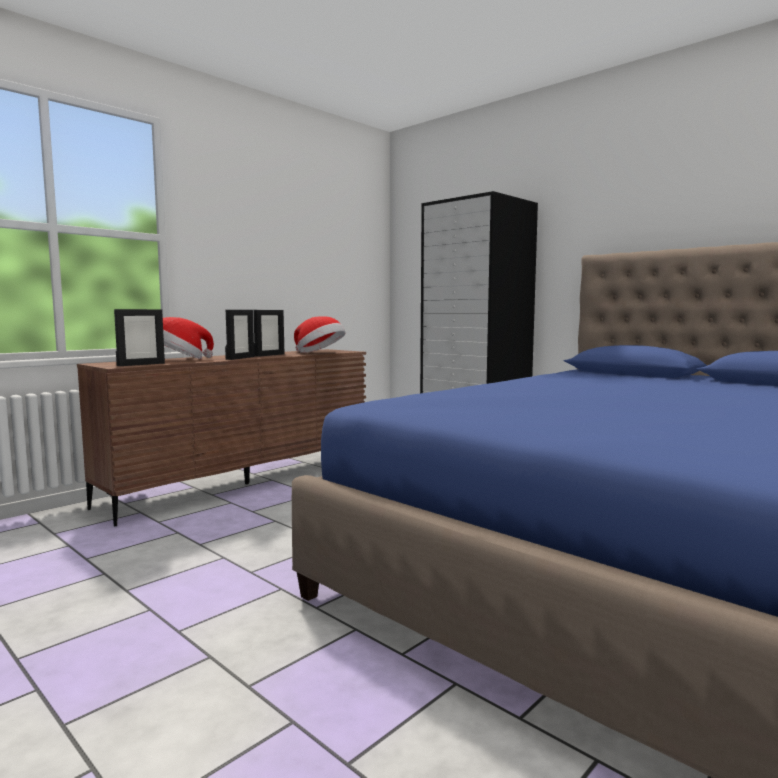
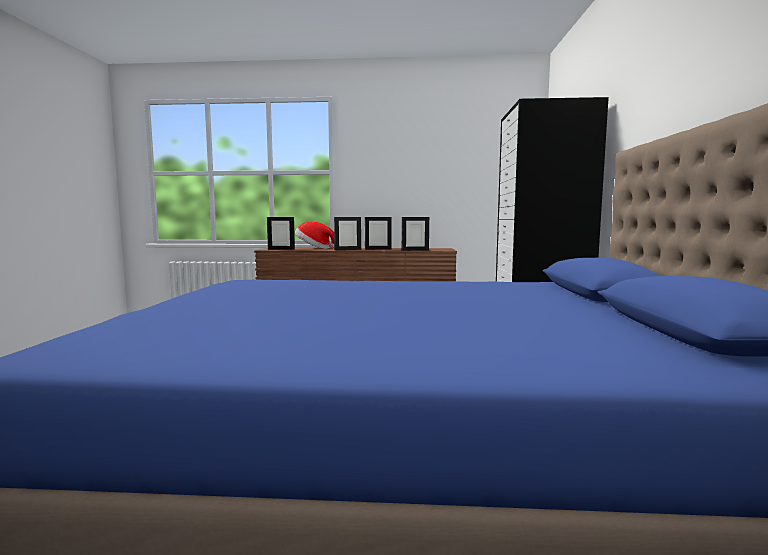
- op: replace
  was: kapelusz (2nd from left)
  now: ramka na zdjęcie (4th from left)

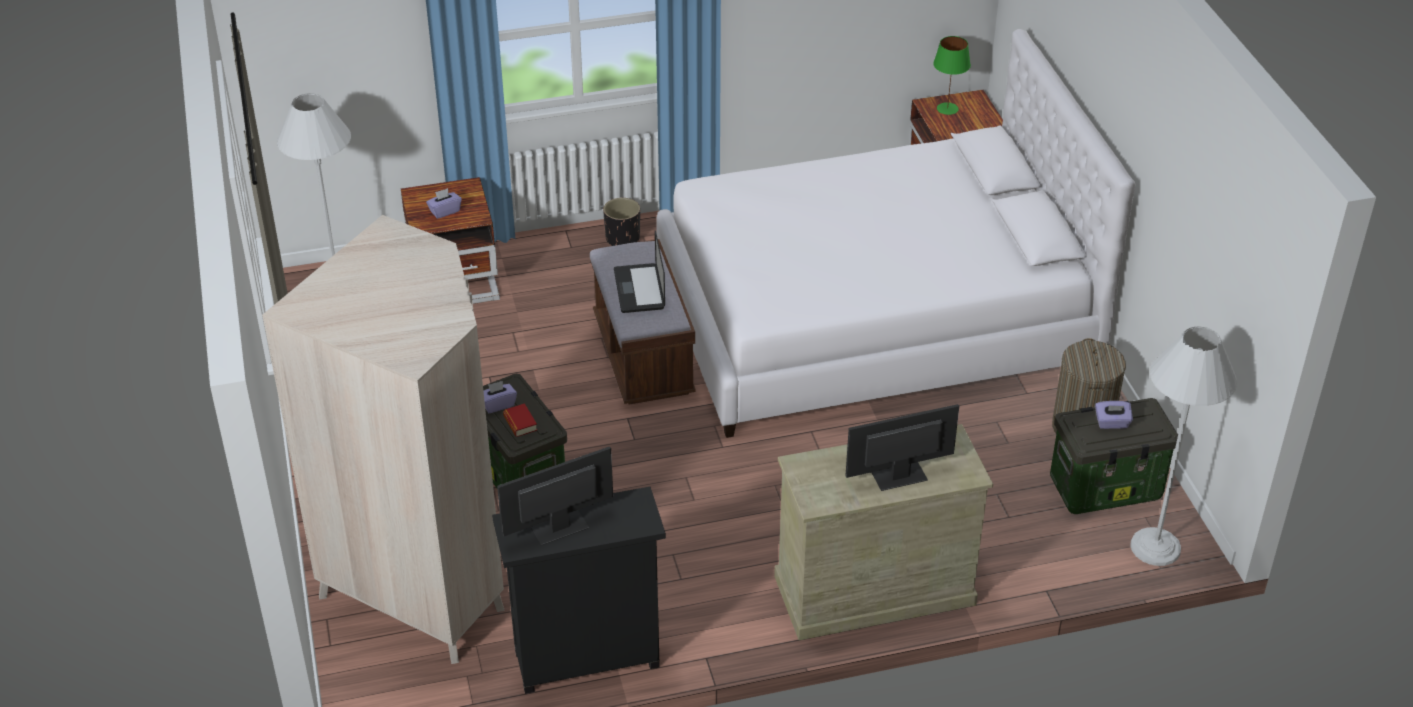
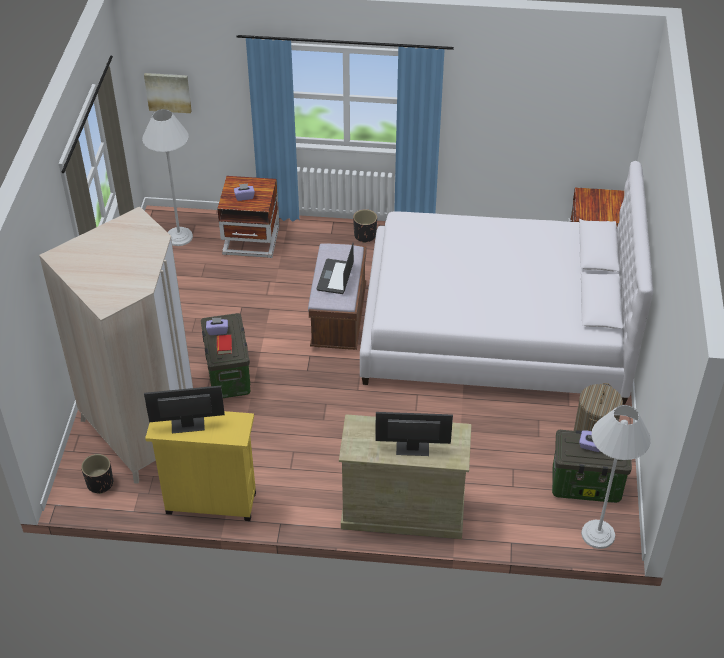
- op: delete
  was: lampa stołowa (zielony)
- op: insert
  now: donica (czarny) (1st from left)
- op: insert
  now: obraz
- op: recolor
  was: szafka (czarny)
  now: szafka (żółty)

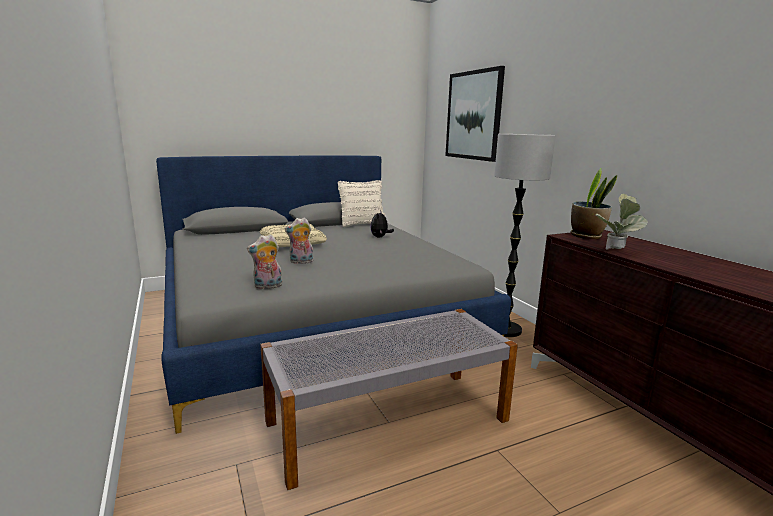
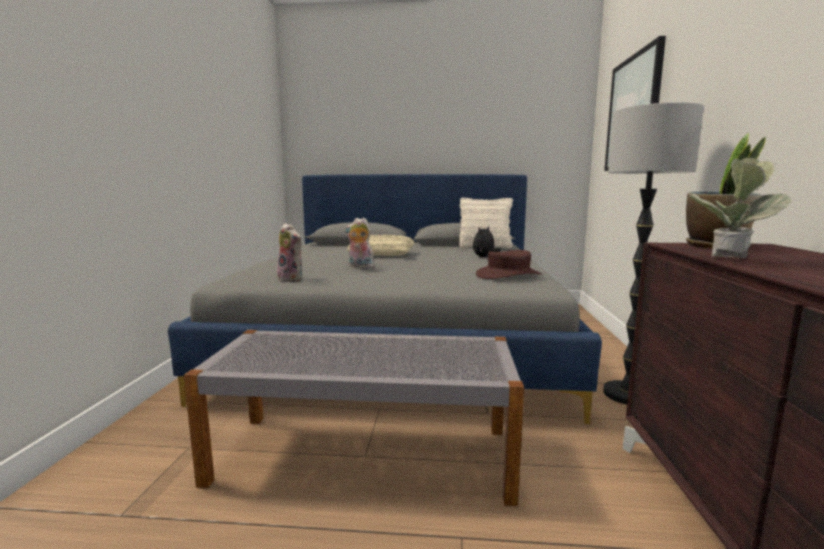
- op: insert
  now: kapelusz (brązowy)
- op: rotate
  was: pluszak (1st from left)
  clockwise: -150

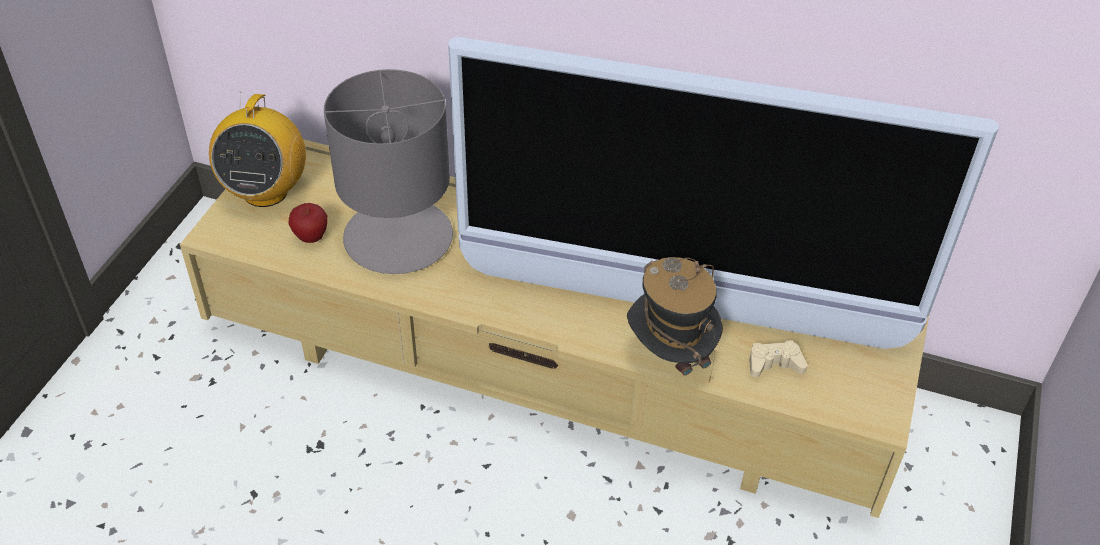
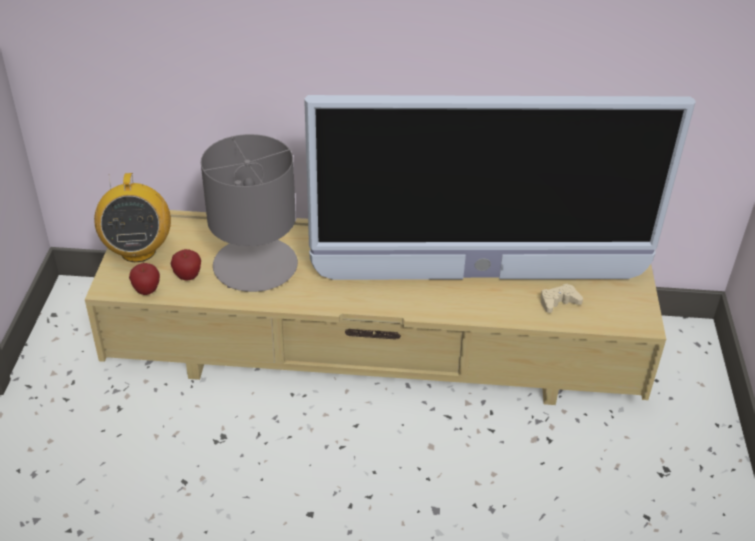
- op: delete
  was: kapelusz
- op: insert
  now: jabłko (1st from left)

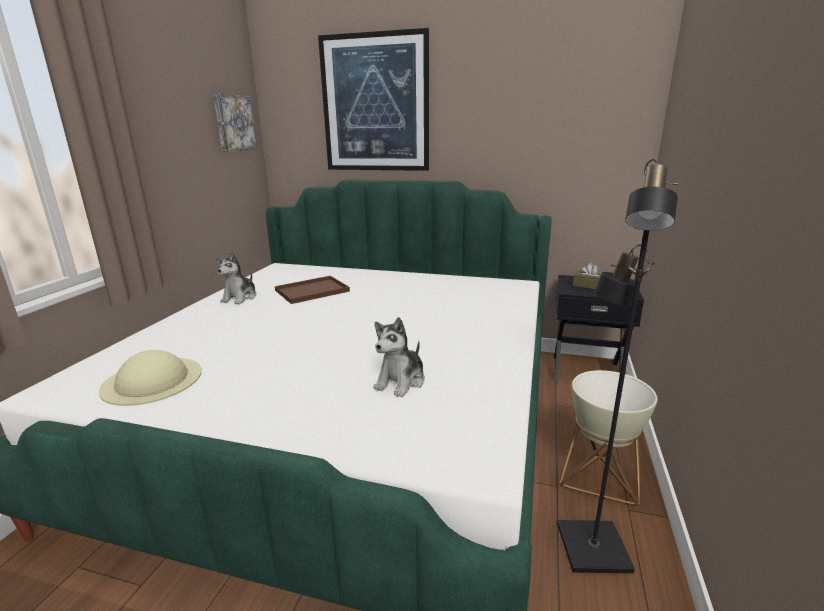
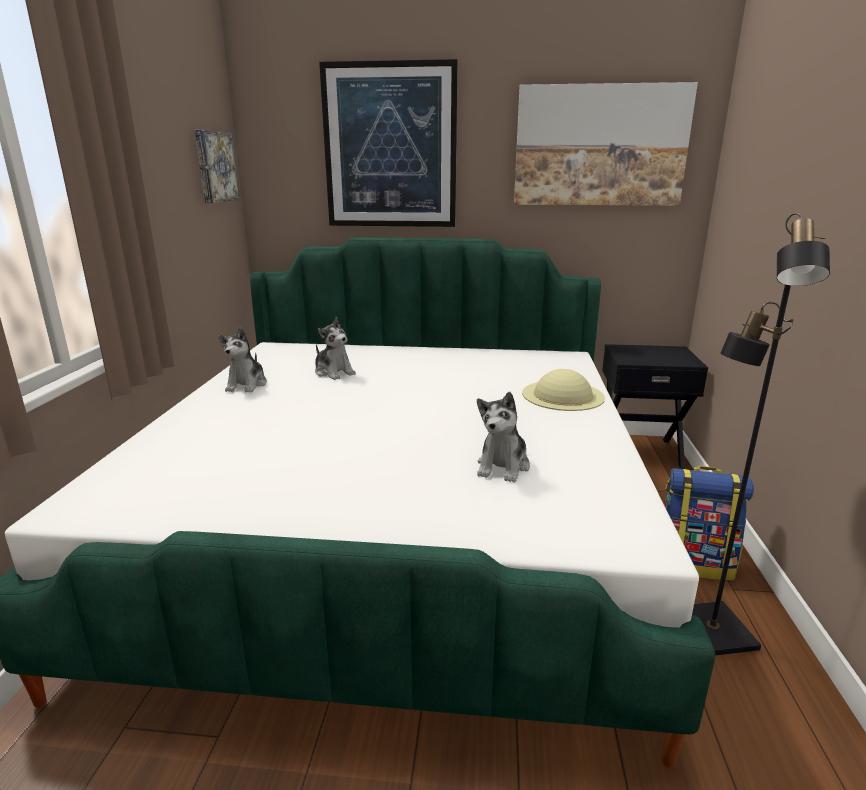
- op: delete
  was: pudełko chusteczek (brązowy)
- op: insert
  now: obraz (3rd from left)
- op: move
  was: kapelusz (beżowy)
- op: replace
  was: taca (brązowy)
  now: pluszak (2nd from left)
- op: replace
  was: donica
  now: plecak

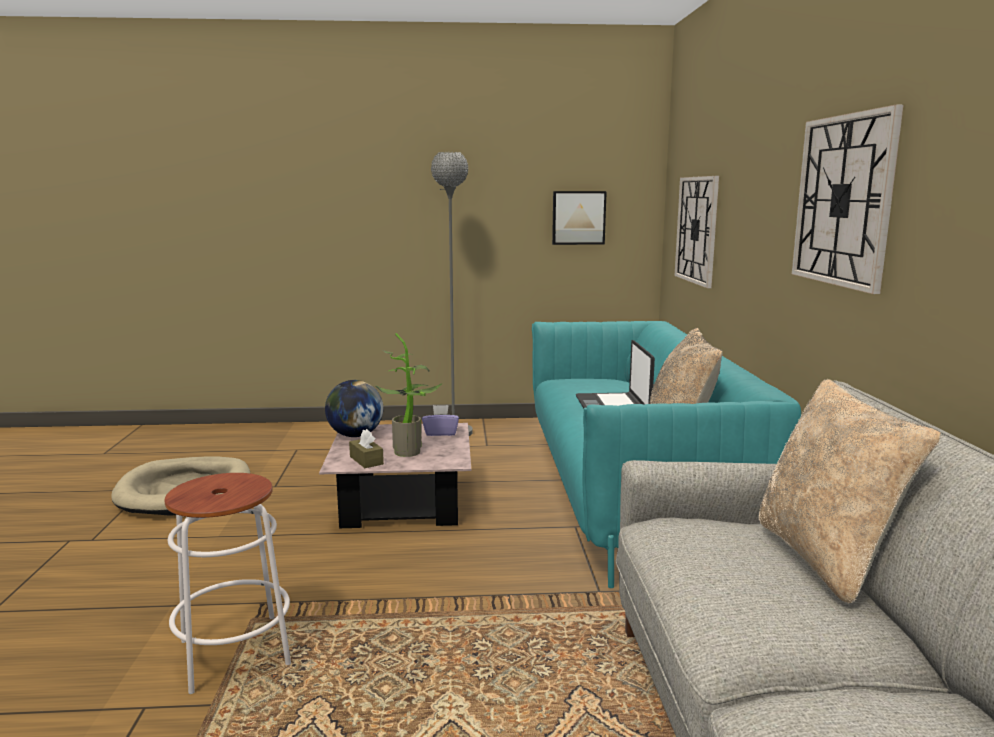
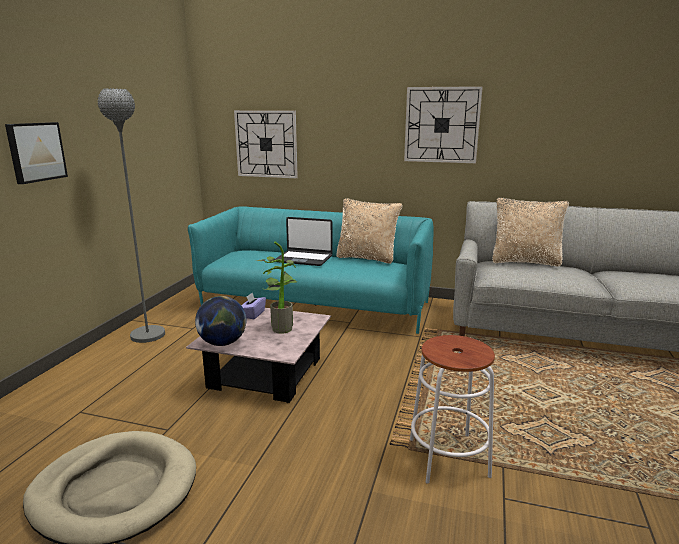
- op: delete
  was: pudełko chusteczek (brązowy)
- op: move
  was: obraz

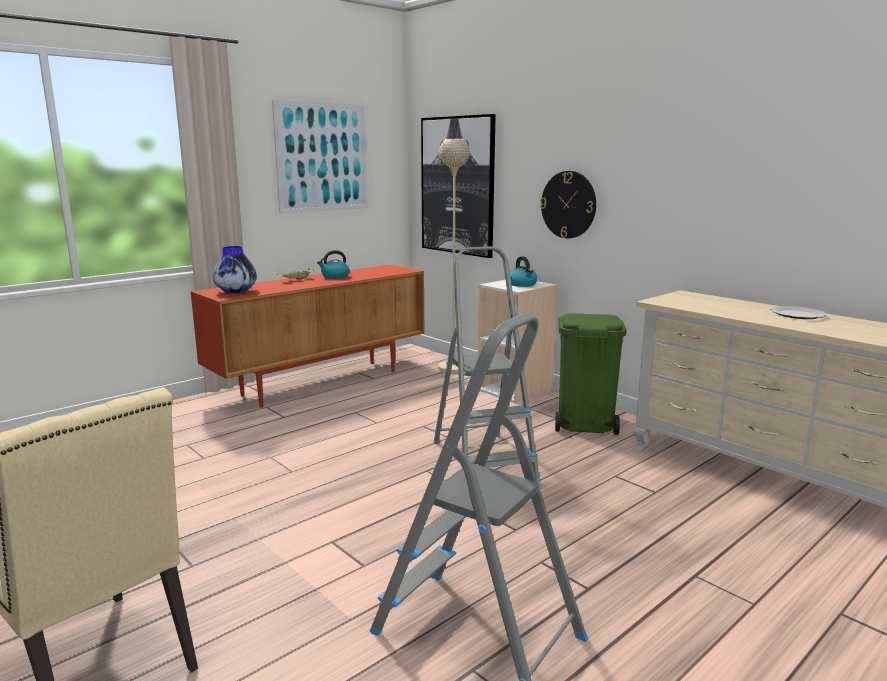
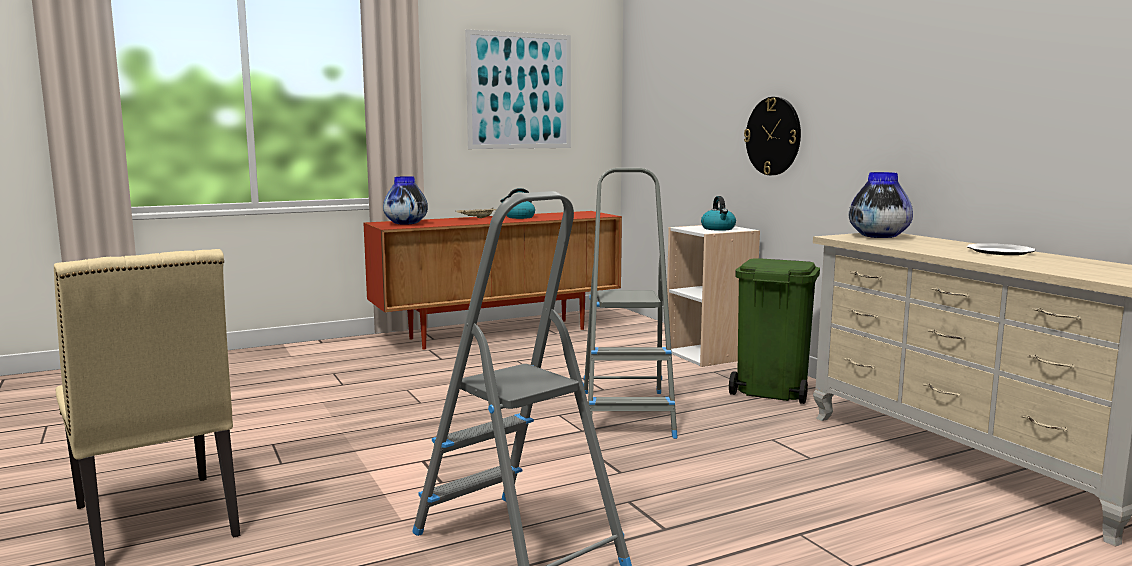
- op: delete
  was: obraz (2nd from left)
- op: delete
  was: lampa stojąca (beżowy)
- op: insert
  now: wazon (2nd from left)

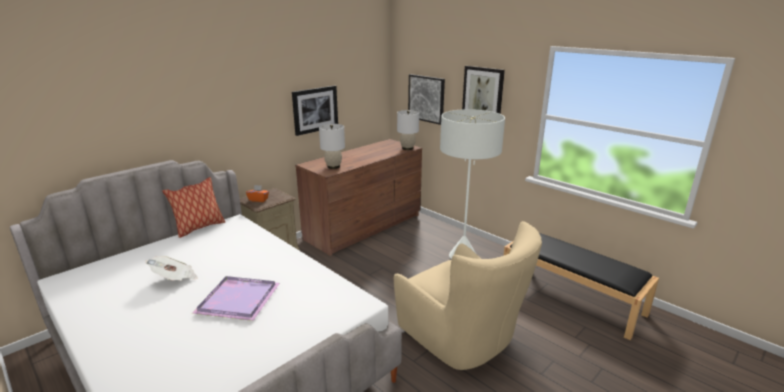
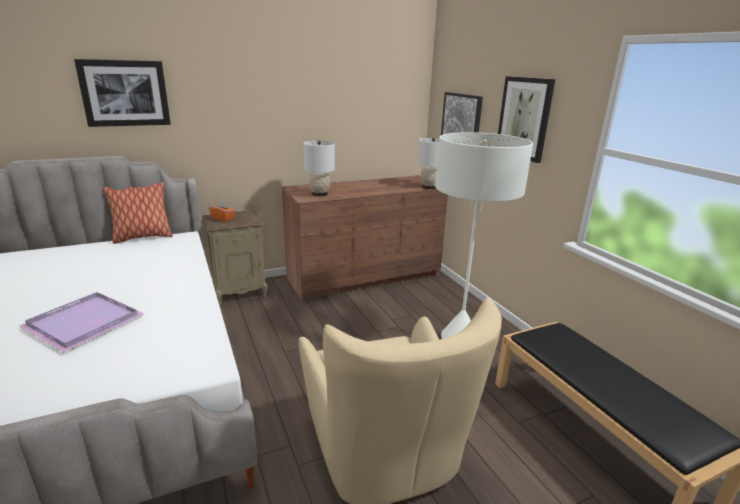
- op: delete
  was: gazeta
- op: move
  was: obraz (1st from left)

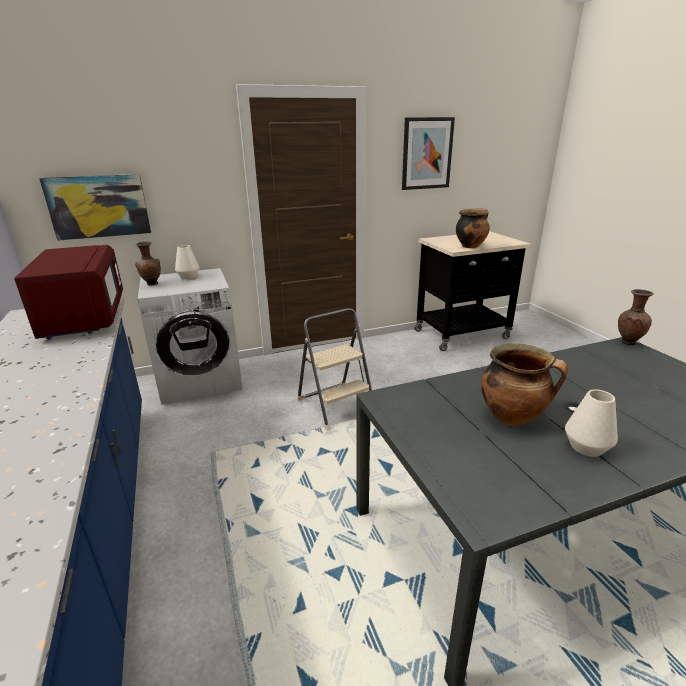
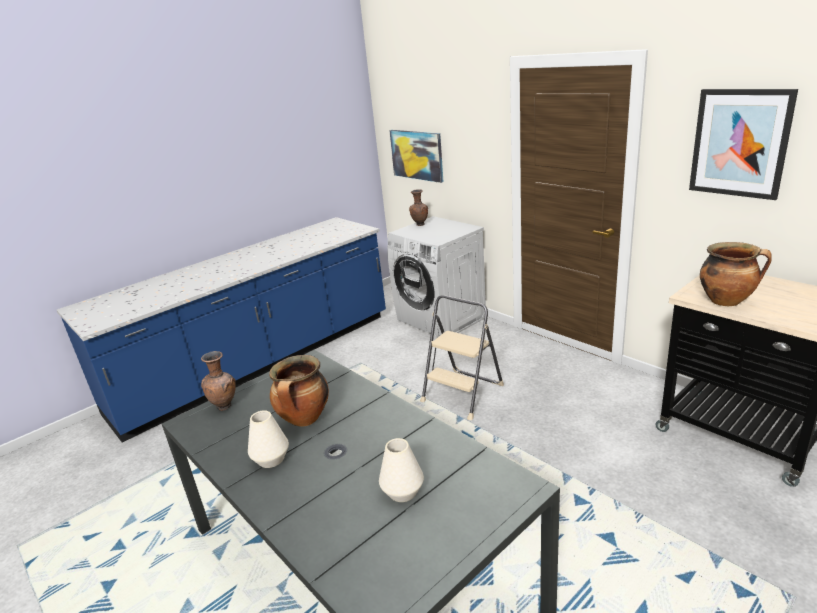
- op: delete
  was: mikrofalówka (czerwony)
- op: move
  was: wazon (biały) (1st from left in the first image)
  now: wazon (biały) (2nd from left)
- op: move
  was: wazon (brązowy) (2nd from left in the first image)
  now: wazon (brązowy) (1st from left)

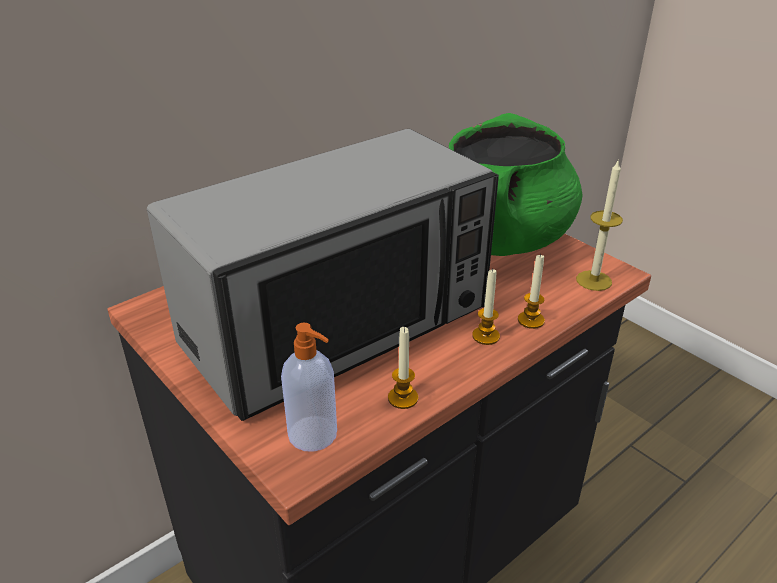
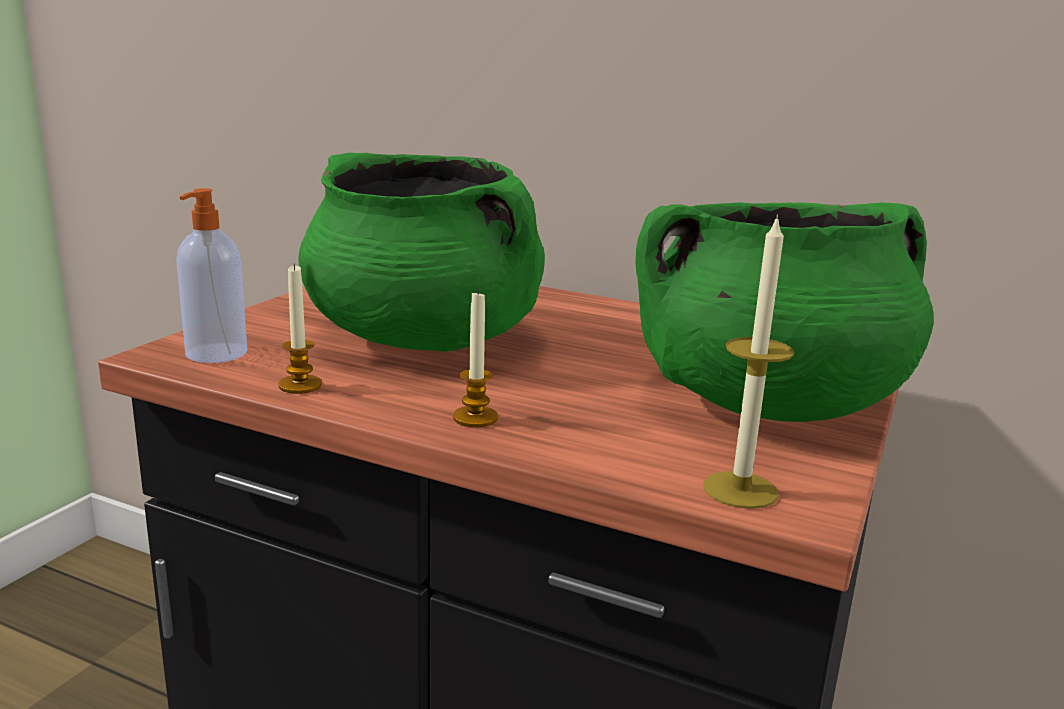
- op: delete
  was: świeca (3rd from left)
- op: replace
  was: mikrofalówka
  now: garnek (zielony) (1st from left)

